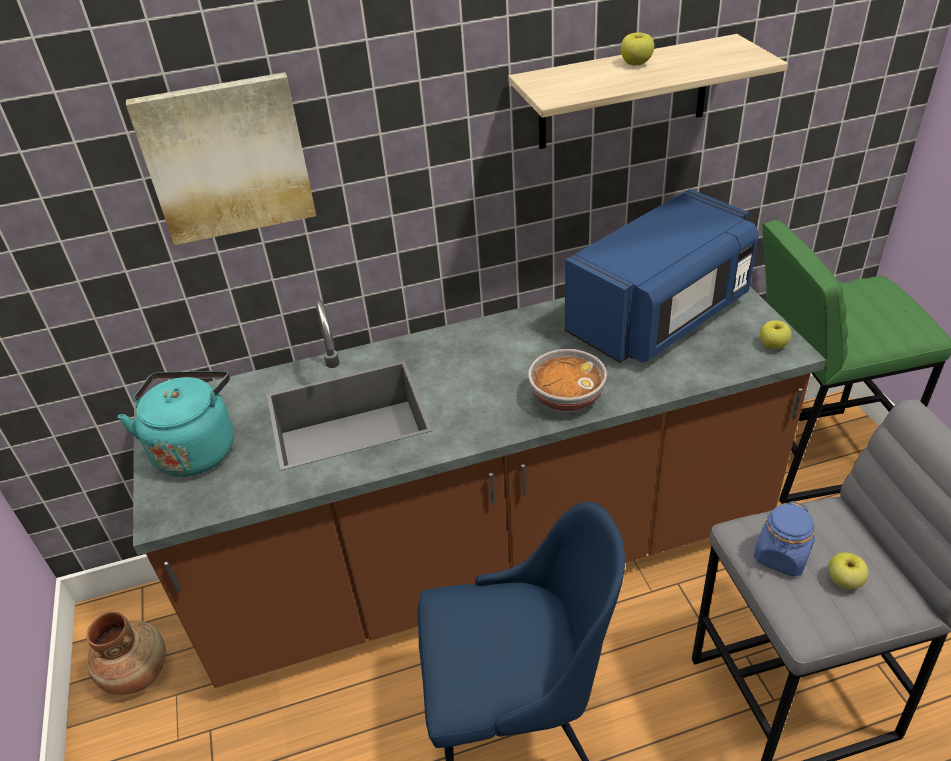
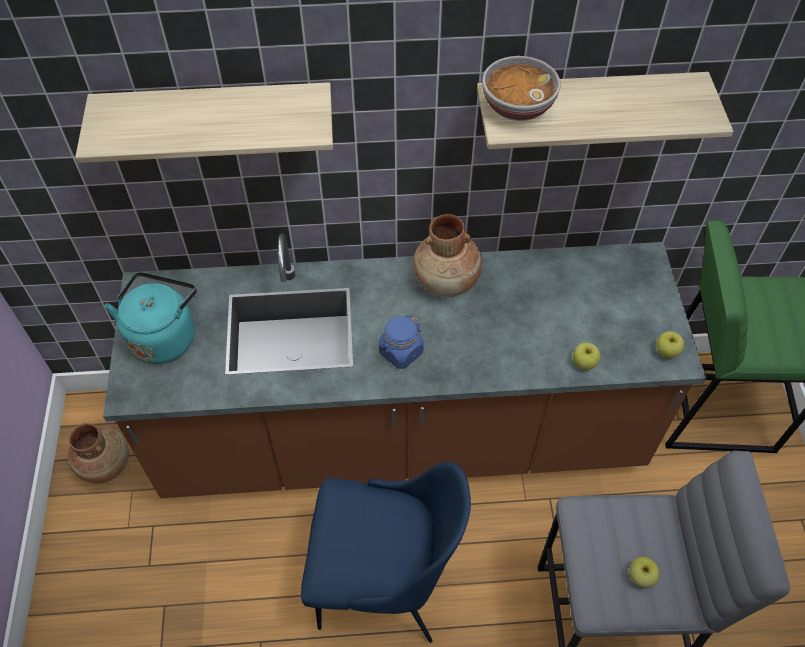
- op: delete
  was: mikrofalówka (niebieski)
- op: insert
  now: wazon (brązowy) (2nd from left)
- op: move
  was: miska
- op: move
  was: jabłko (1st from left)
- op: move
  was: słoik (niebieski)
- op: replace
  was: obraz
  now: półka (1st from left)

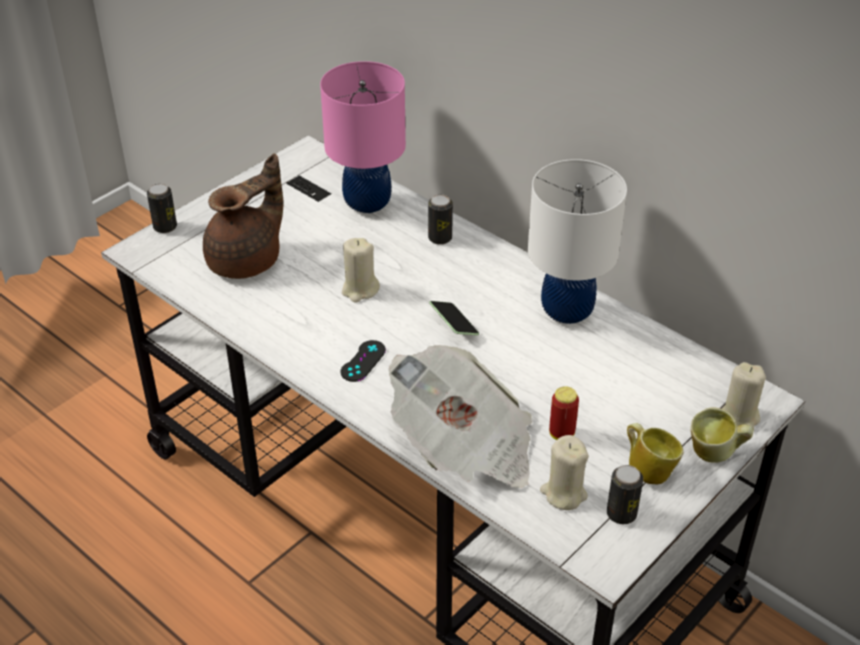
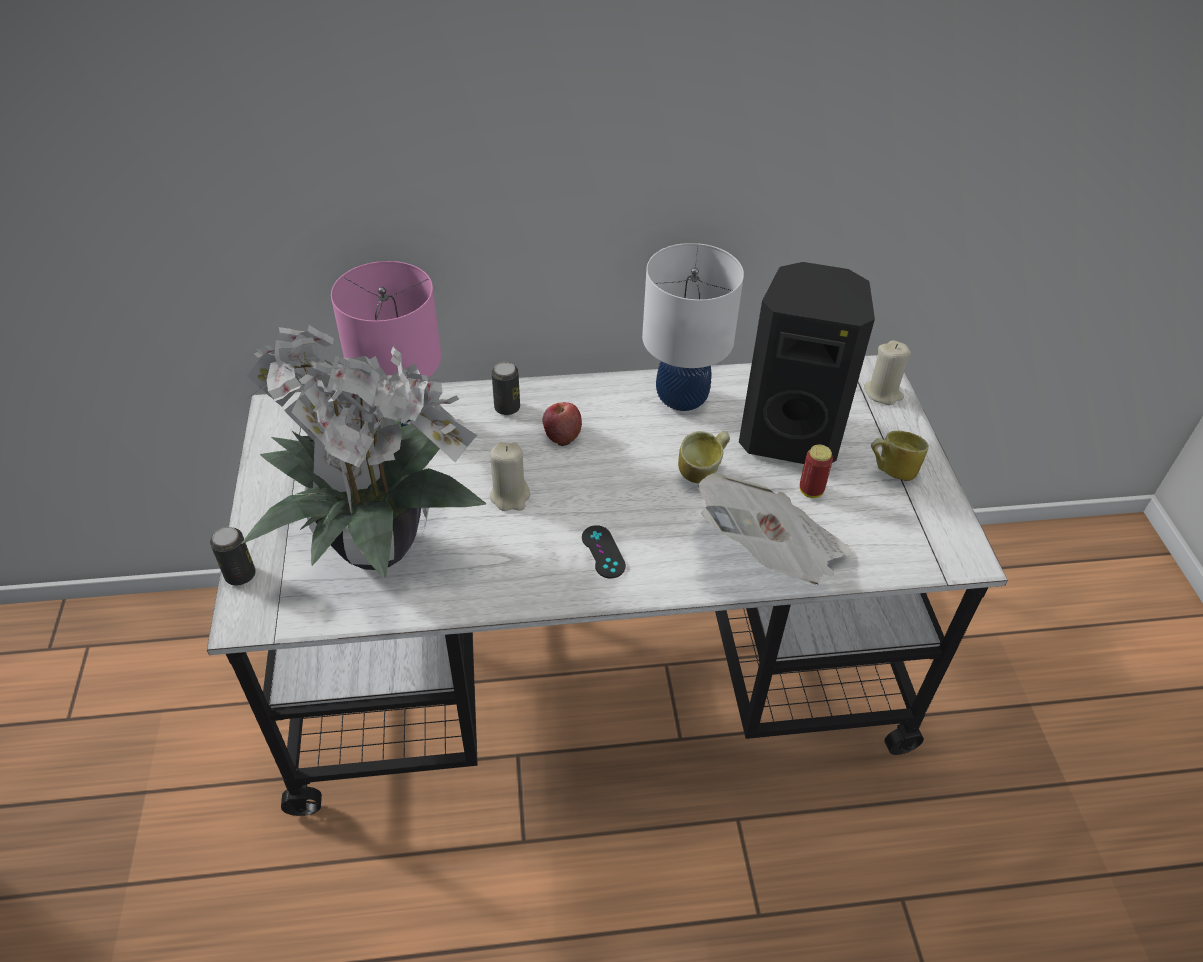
- op: delete
  was: telefon
- op: delete
  was: świeca (beżowy) (2nd from left)
- op: delete
  was: puszka (4th from left)
- op: insert
  now: jabłko
- op: insert
  now: głośnik (czarny)
- op: move
  was: kubek (2nd from left in the first image)
  now: kubek (1st from left)
- op: replace
  was: imbryk (brązowy)
  now: roślina doniczkowa

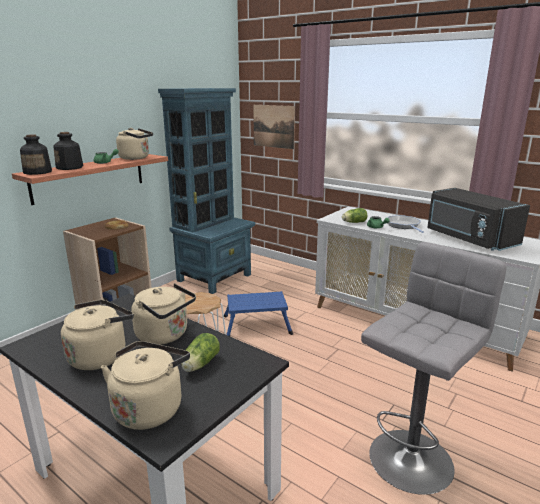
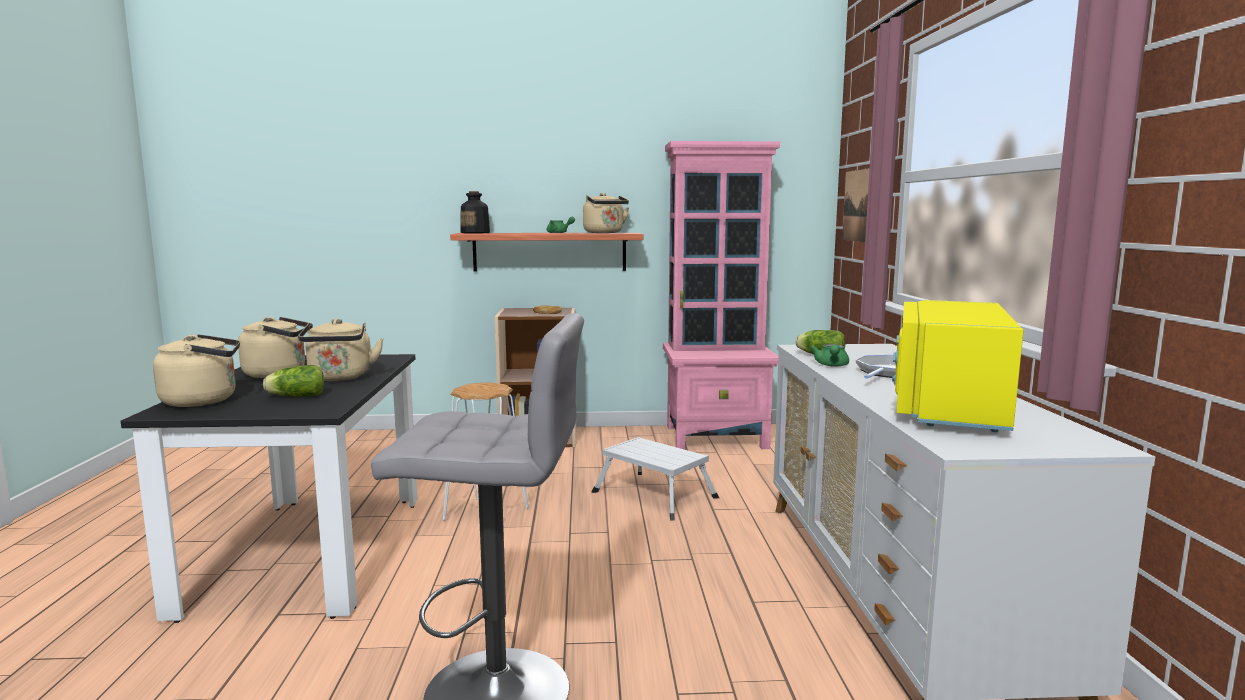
- op: delete
  was: butelka (2nd from left)
- op: recolor
  was: szafka (niebieski)
  now: szafka (różowy)
- op: recolor
  was: drabinka (niebieski)
  now: drabinka (biały)
- op: recolor
  was: mikrofalówka (czarny)
  now: mikrofalówka (żółty)

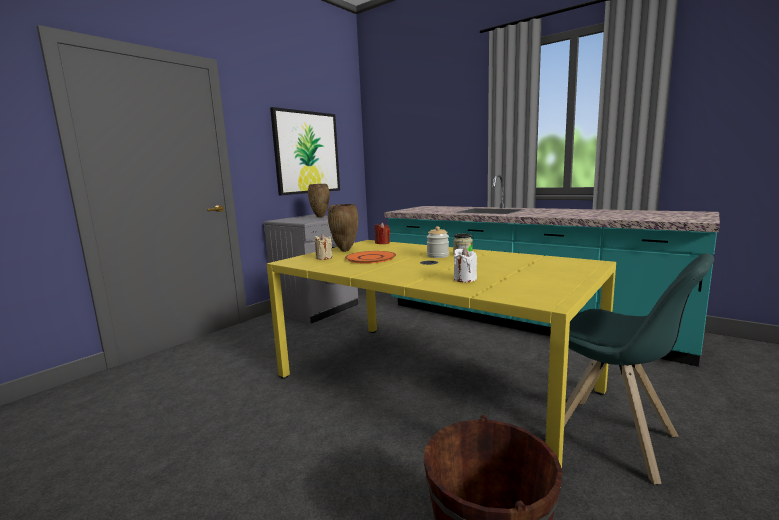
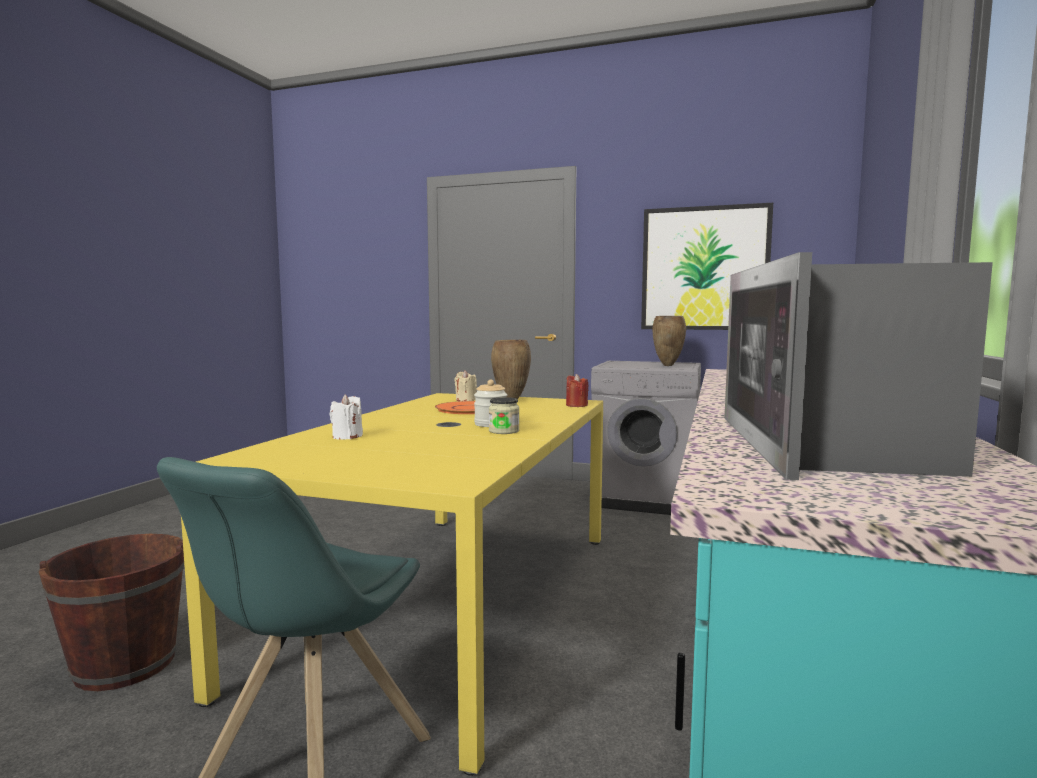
- op: insert
  now: mikrofalówka

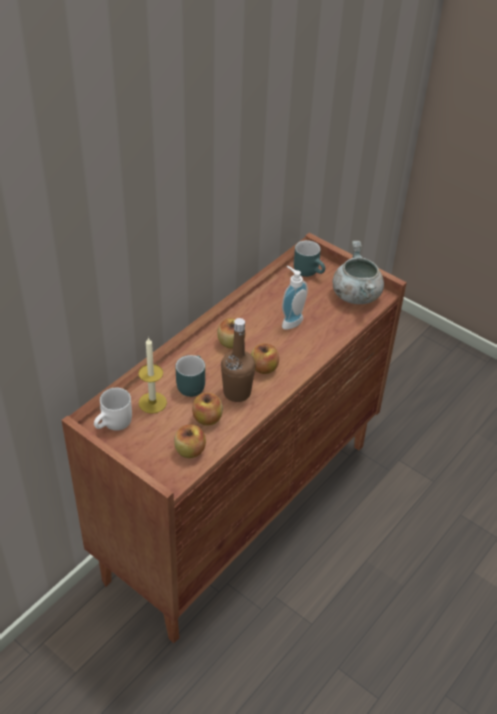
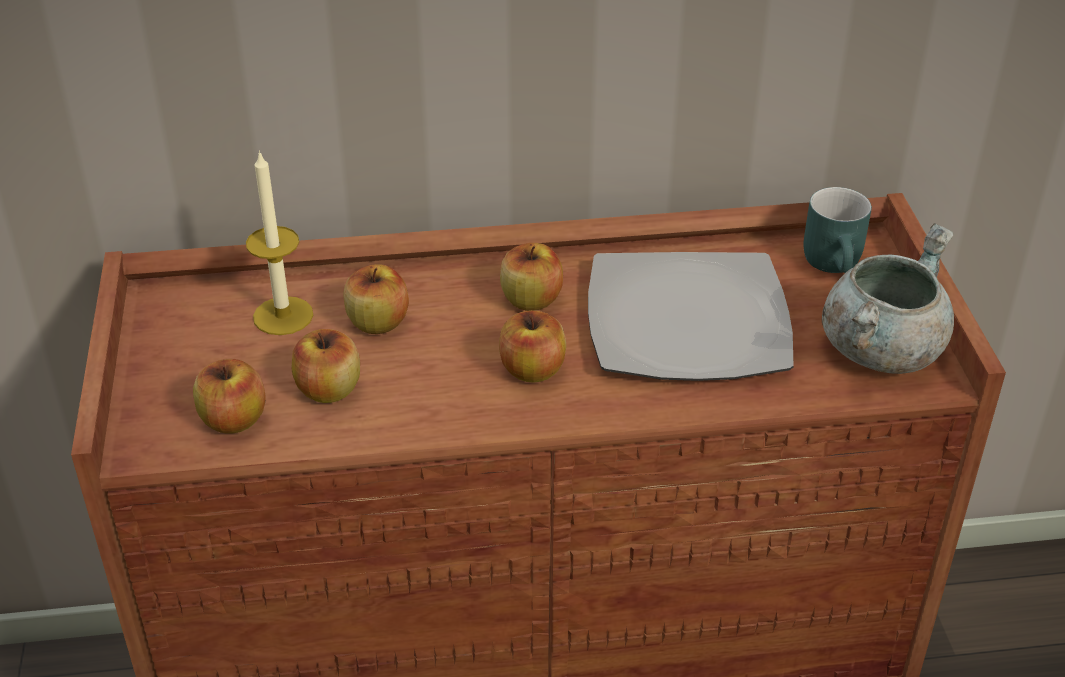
- op: delete
  was: kubek (biały)
- op: delete
  was: butelka (brązowy)
- op: replace
  was: kubek (turkusowy) (1st from left)
  now: jabłko (3rd from left)
- op: replace
  was: dozownik mydła
  now: talerz

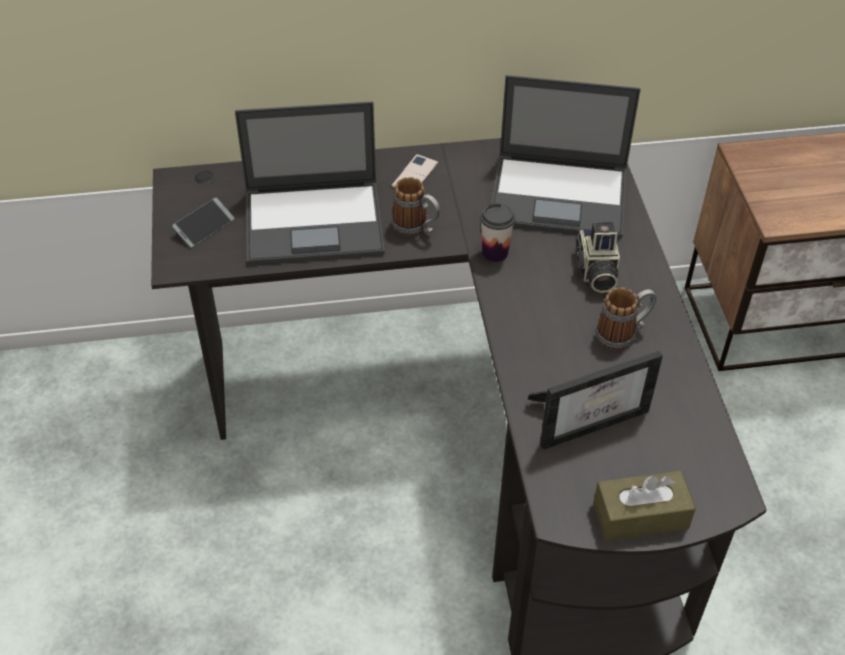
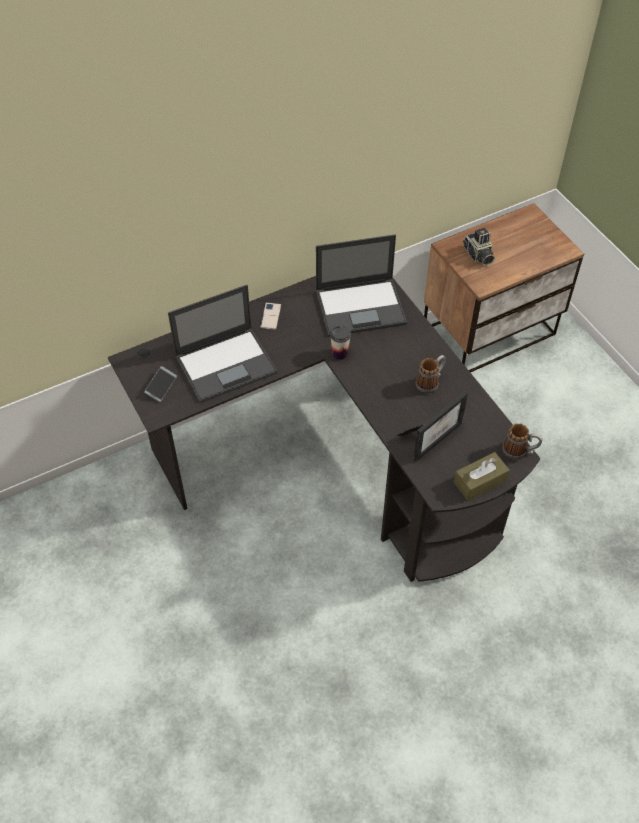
- op: move
  was: kubek (1st from left in the first image)
  now: kubek (2nd from left)
- op: move
  was: aparat fotograficzny

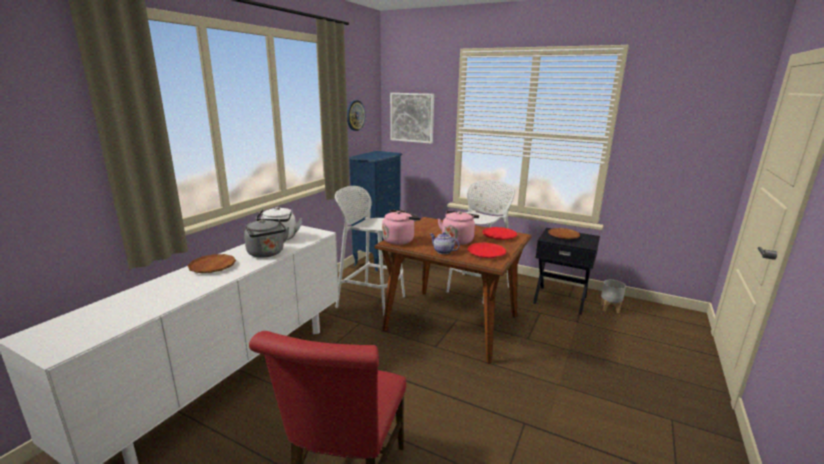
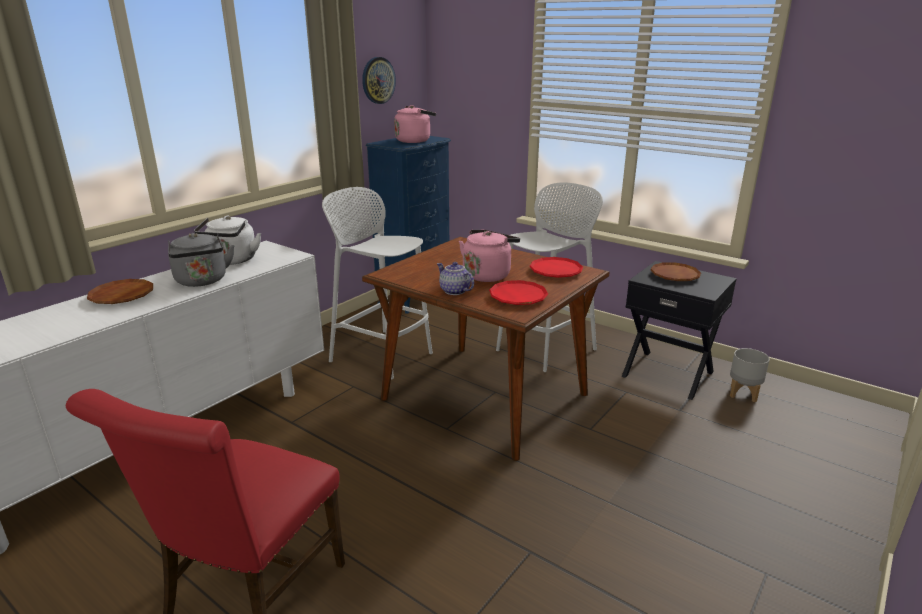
- op: delete
  was: obraz
- op: move
  was: czajnik (różowy) (1st from left)

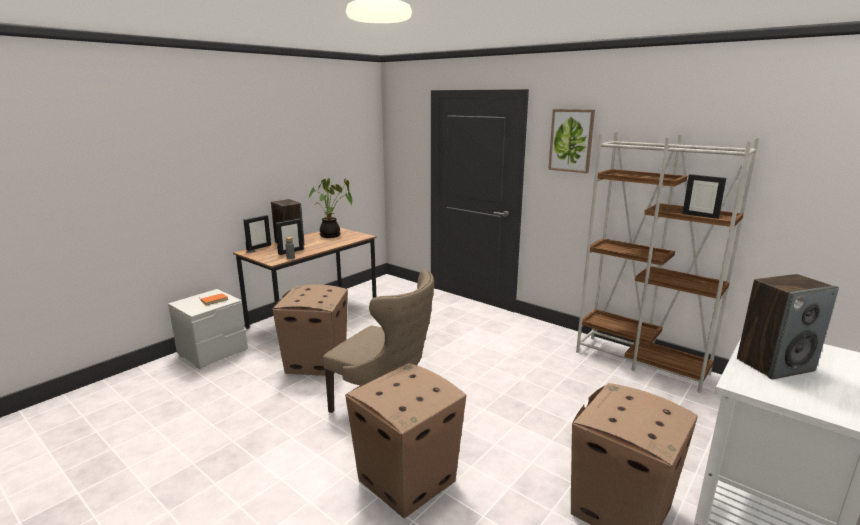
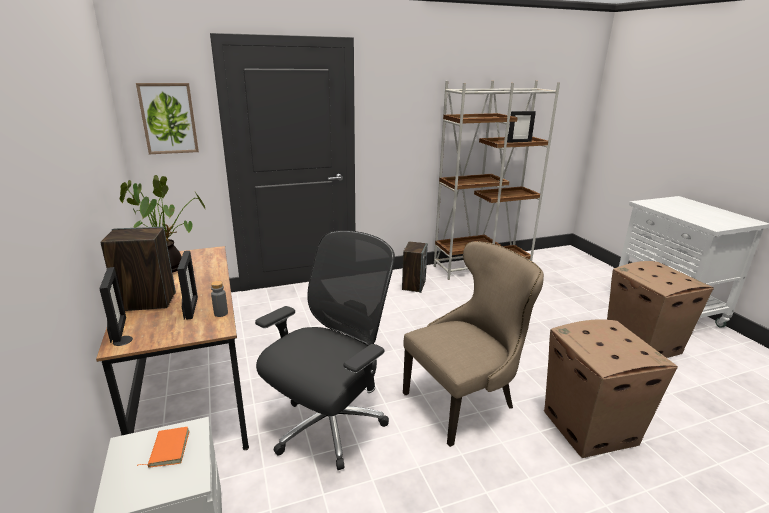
- op: move
  was: obraz
- op: move
  was: głośnik (2nd from left)
- op: replace
  was: karton (1st from left)
  now: krzesło biurowe

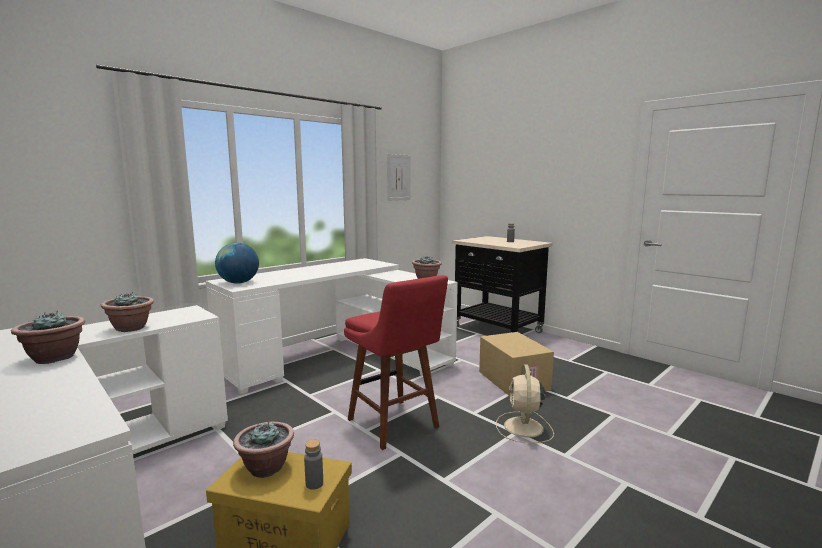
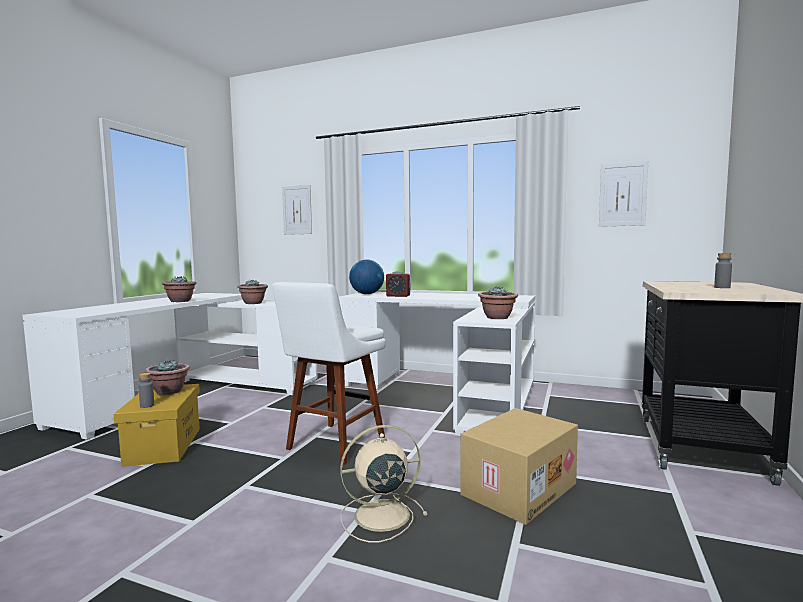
- op: insert
  now: obraz (1st from left)
- op: insert
  now: budzik
- op: recolor
  was: stołek (czerwony)
  now: stołek (biały)

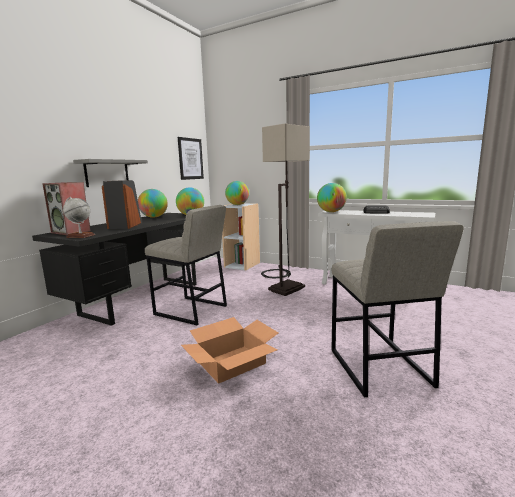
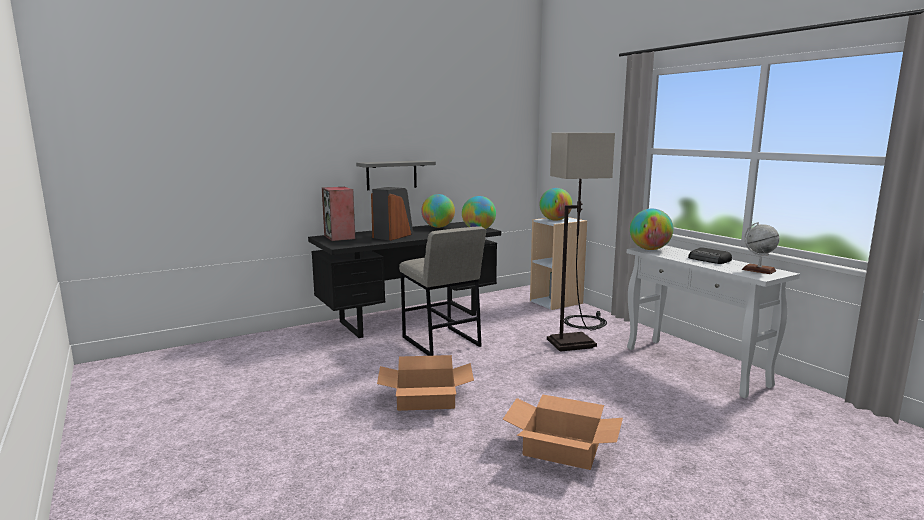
- op: delete
  was: obraz
- op: move
  was: globus (1st from left in the first image)
  now: globus (5th from left)
- op: replace
  was: krzesło (szary) (2nd from left)
  now: karton (2nd from left)

